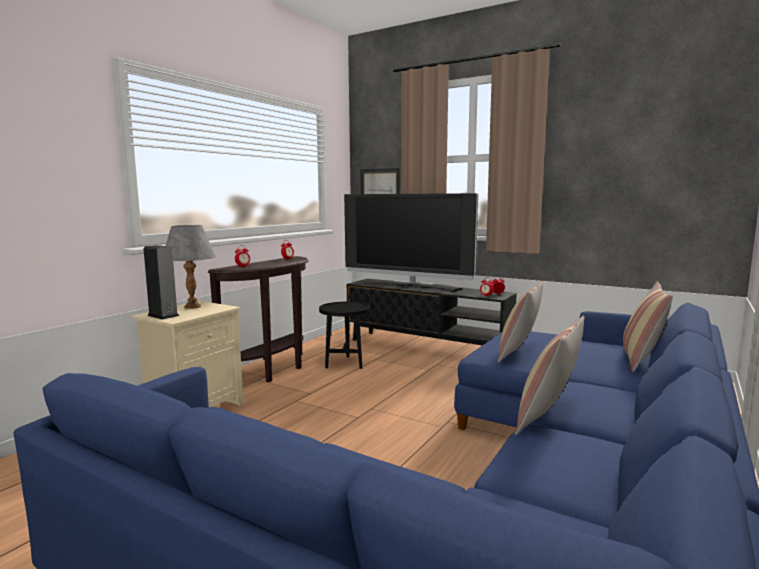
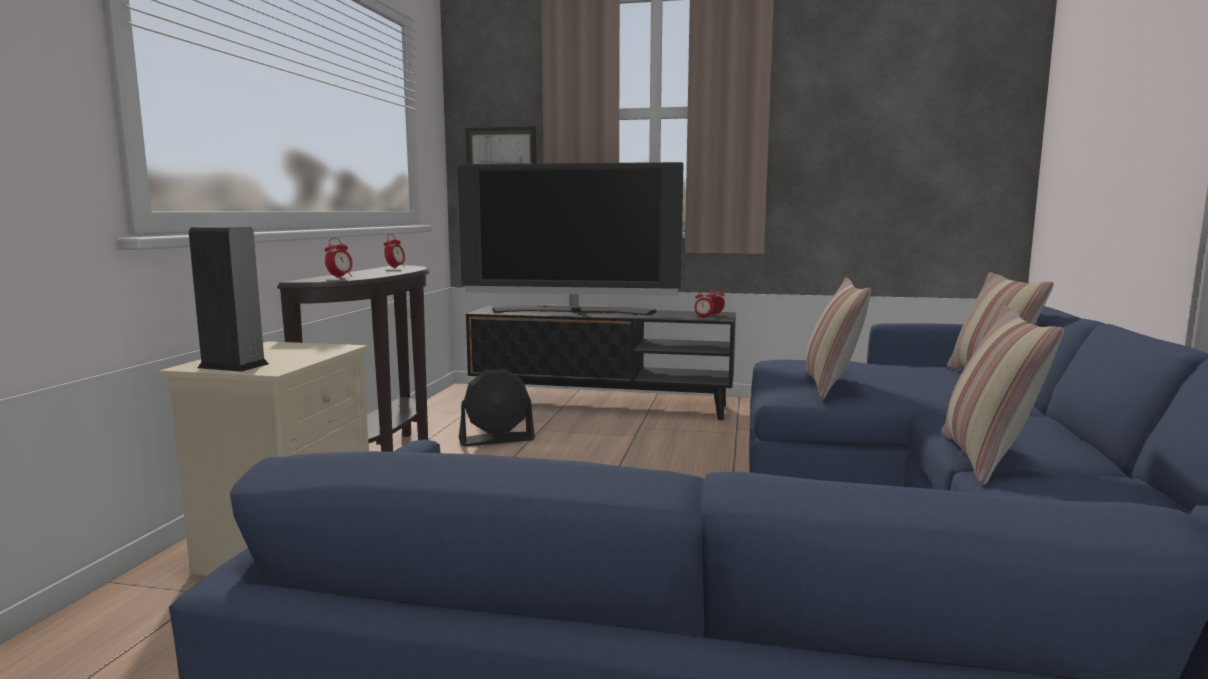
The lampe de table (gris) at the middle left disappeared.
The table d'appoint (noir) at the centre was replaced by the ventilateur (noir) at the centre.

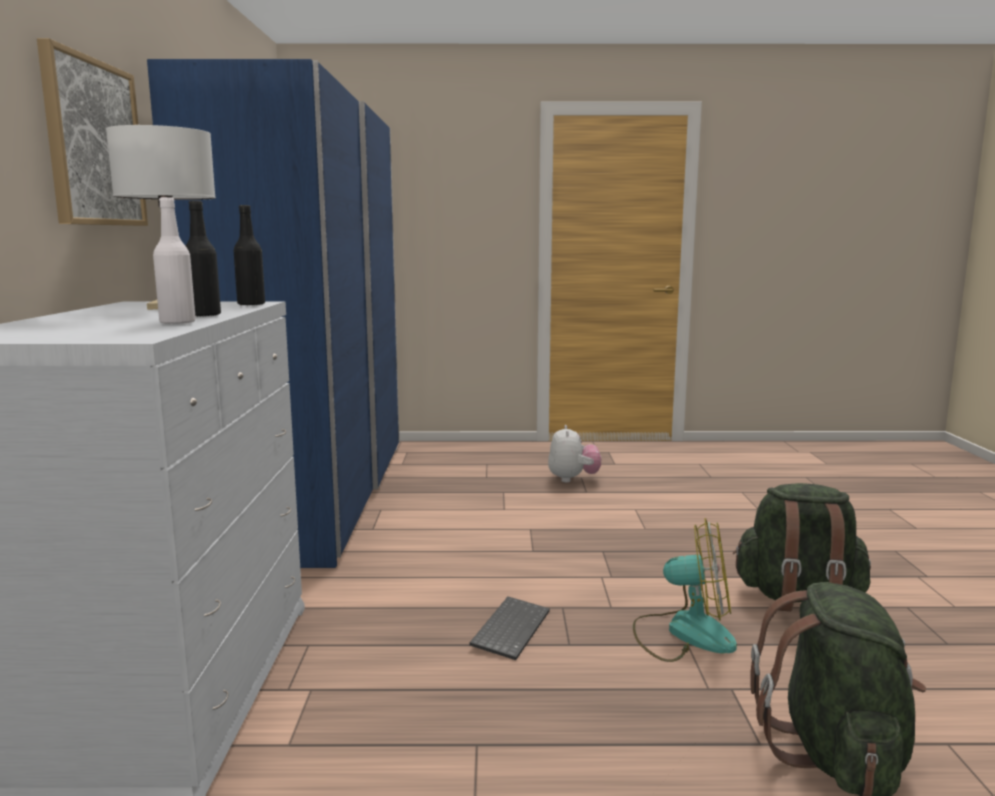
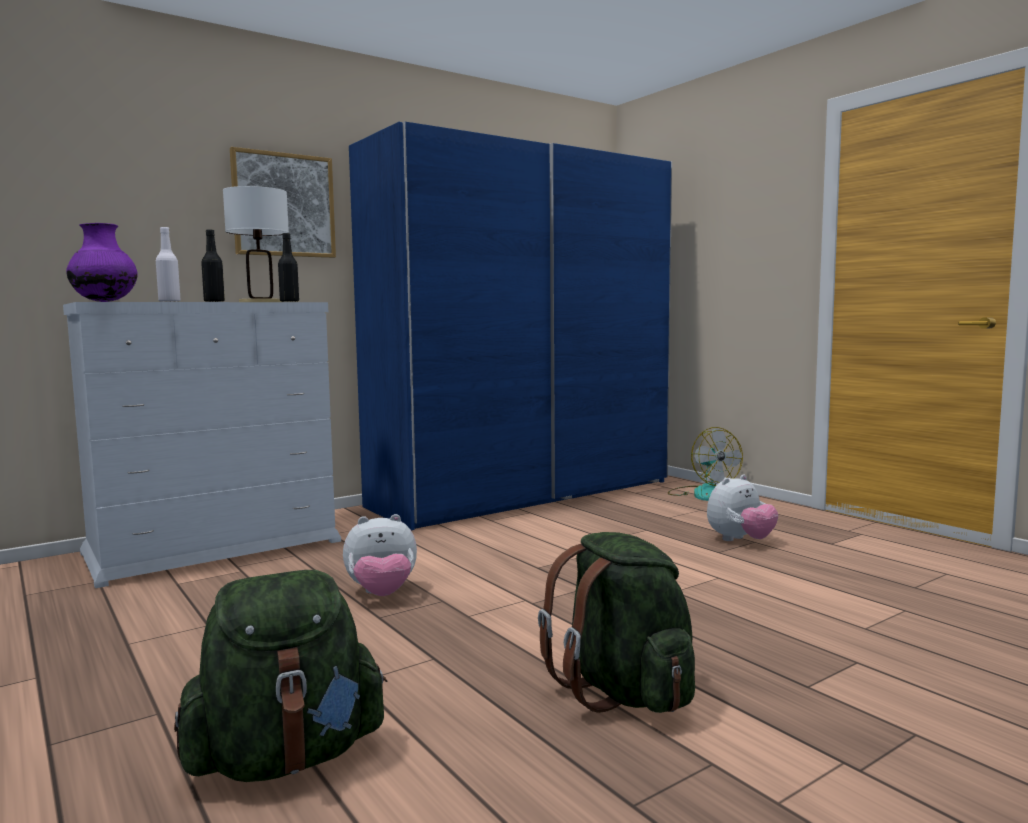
The ventilateur moved from the bottom right to the middle right.
The clavier at the bottom centre was replaced by the peluche (no. 1 from left) at the bottom centre.
The vase (violet) at the top left appeared.

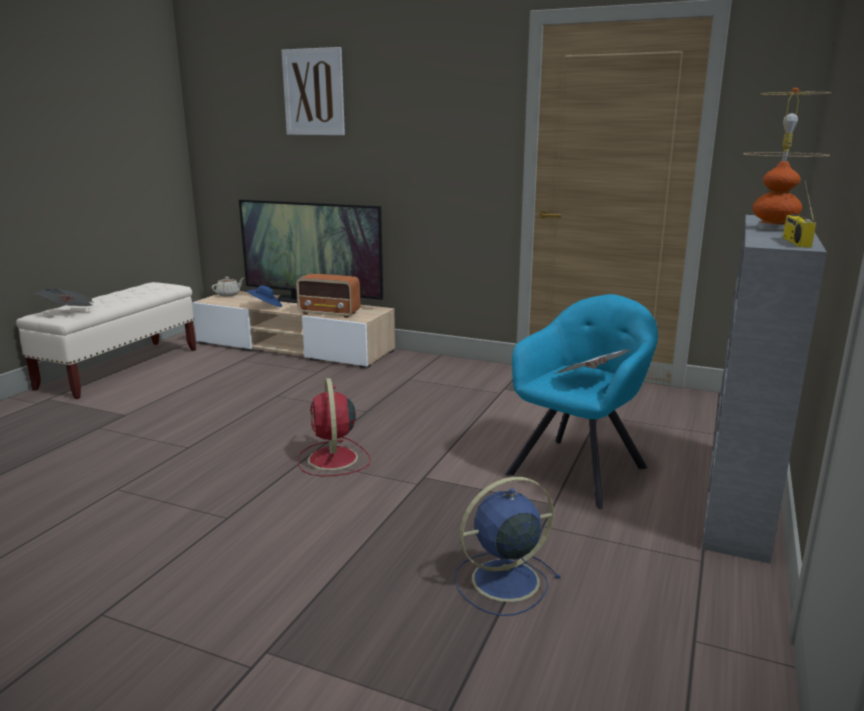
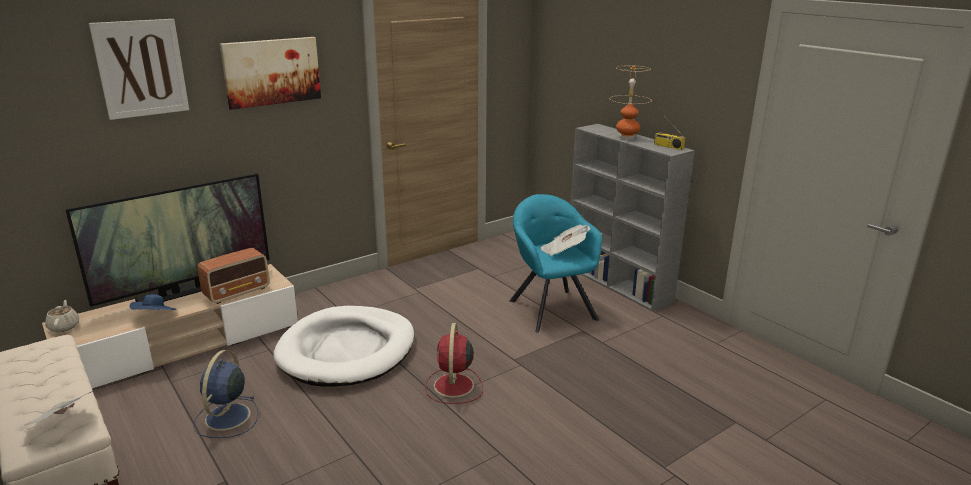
The ventilateur (rouge) at the centre turned 75 degrees clockwise.
The ventilateur (bleu) moved from the bottom centre to the bottom left.
The tableau (no. 2 from left) at the top left appeared.
The panier pour chien (blanc) at the bottom centre appeared.

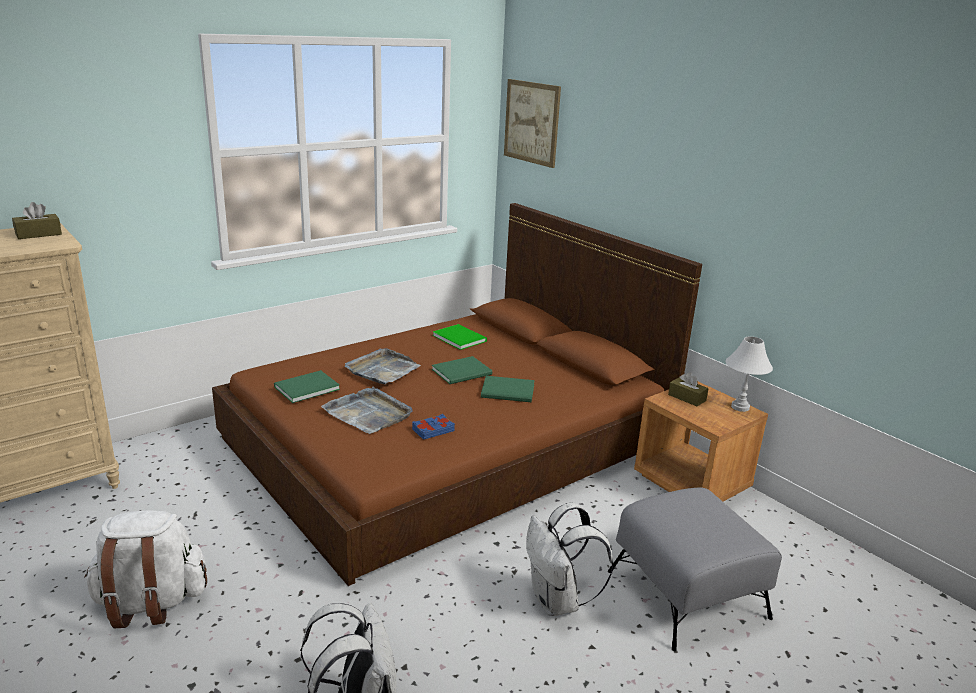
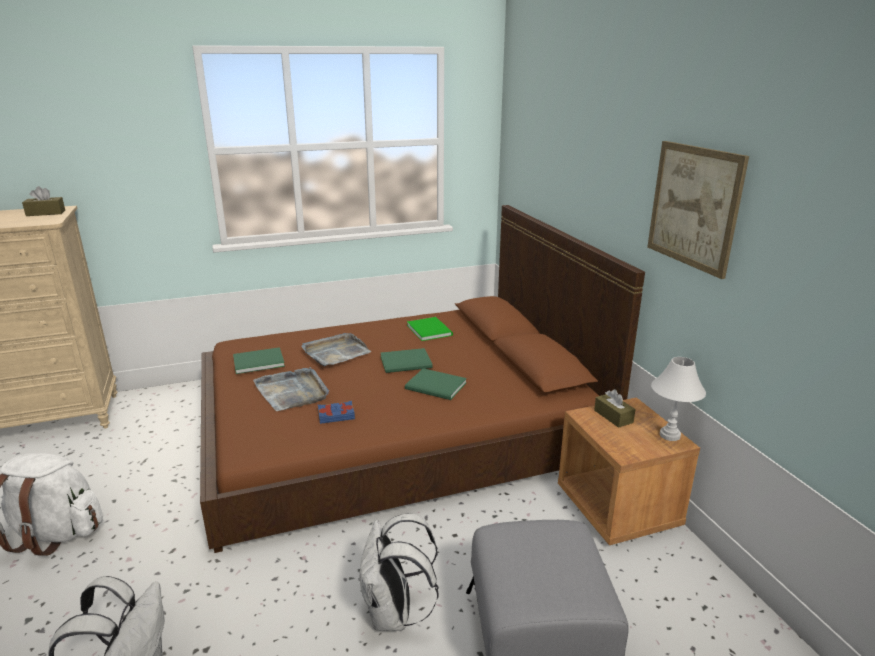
The tableau moved from the top centre to the top right.

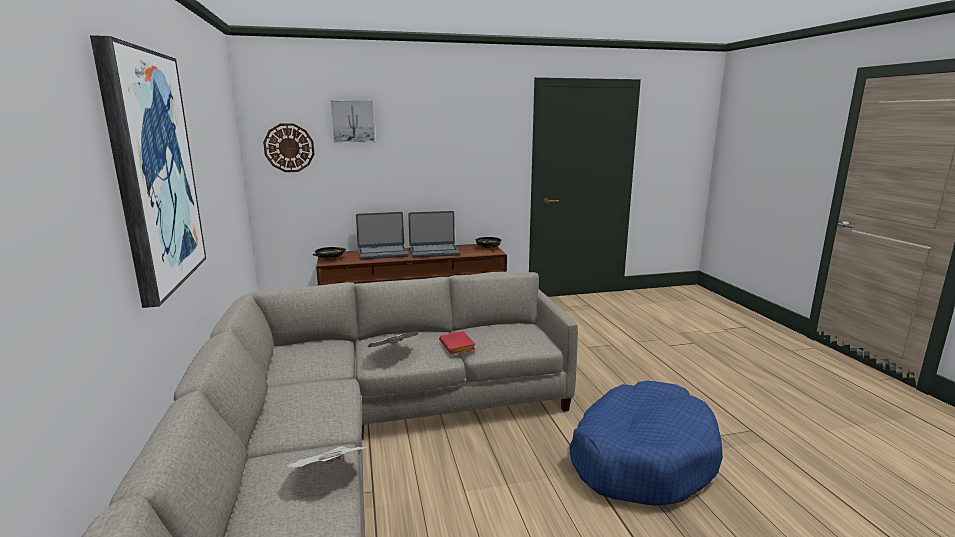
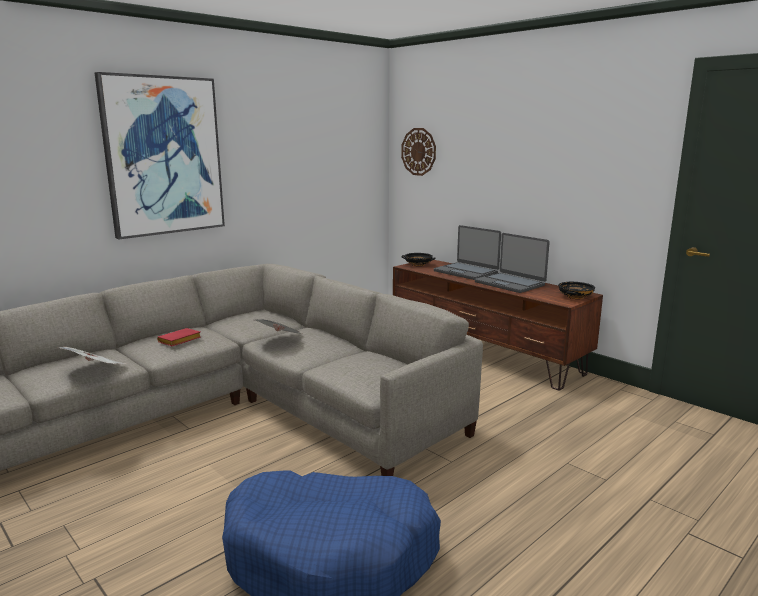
The tableau (no. 2 from left) at the top centre disappeared.
The livre (rouge) moved from the centre to the middle left.

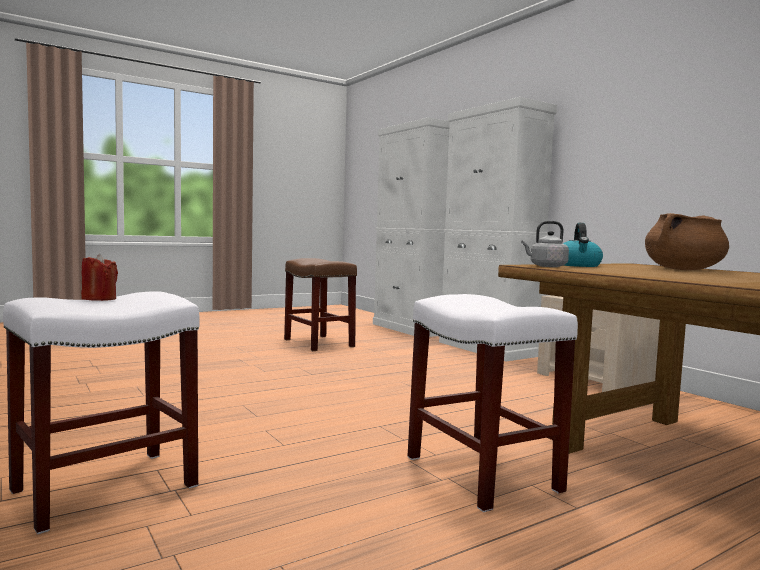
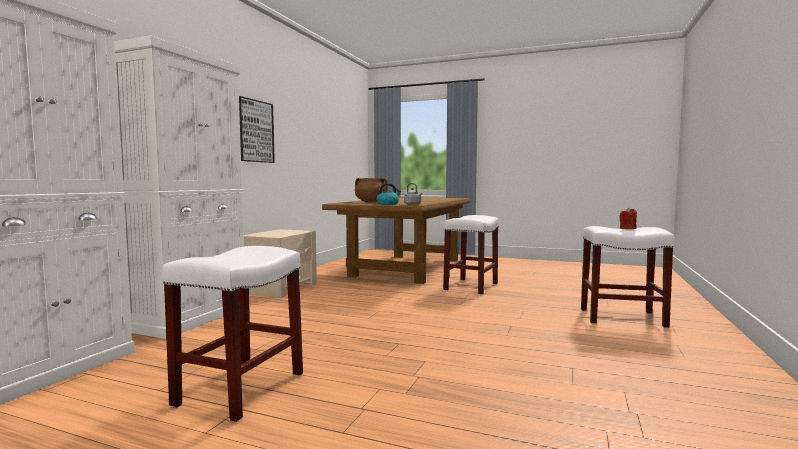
The tabouret (marron) at the centre became the tabouret (blanc) (no. 1 from left) at the bottom left.
The tableau at the top left appeared.

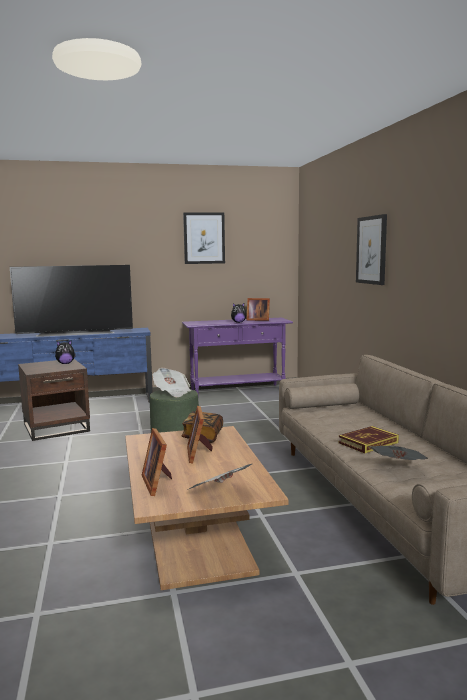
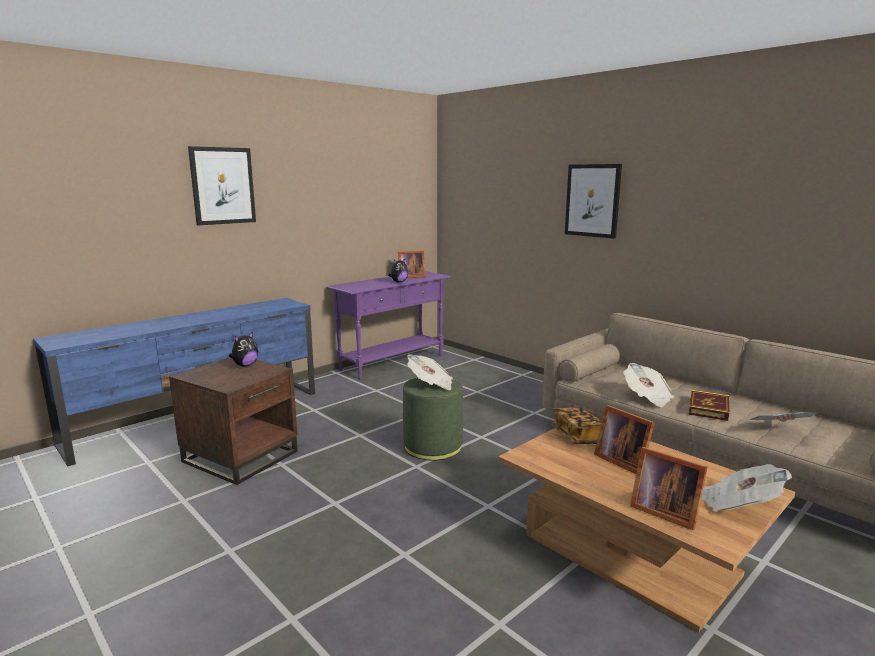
The tableau (no. 1 from left) moved from the centre to the top left.
The téléviseur at the middle left disappeared.
The journal (no. 2 from left) at the middle right appeared.

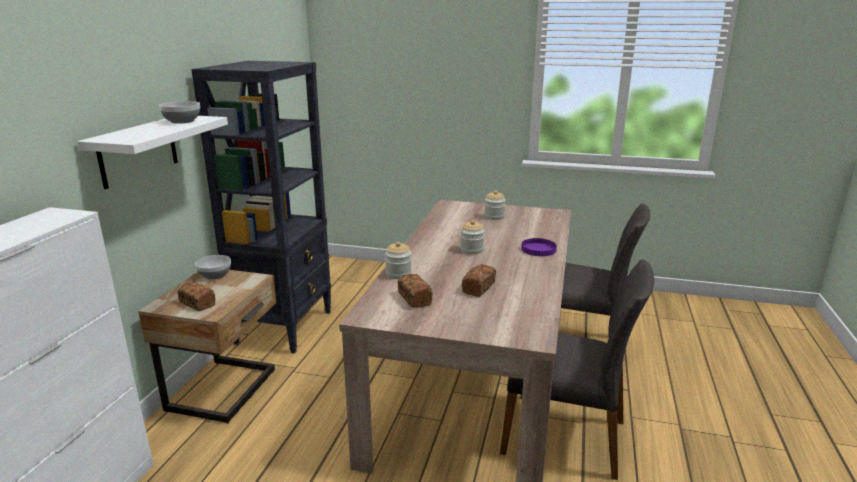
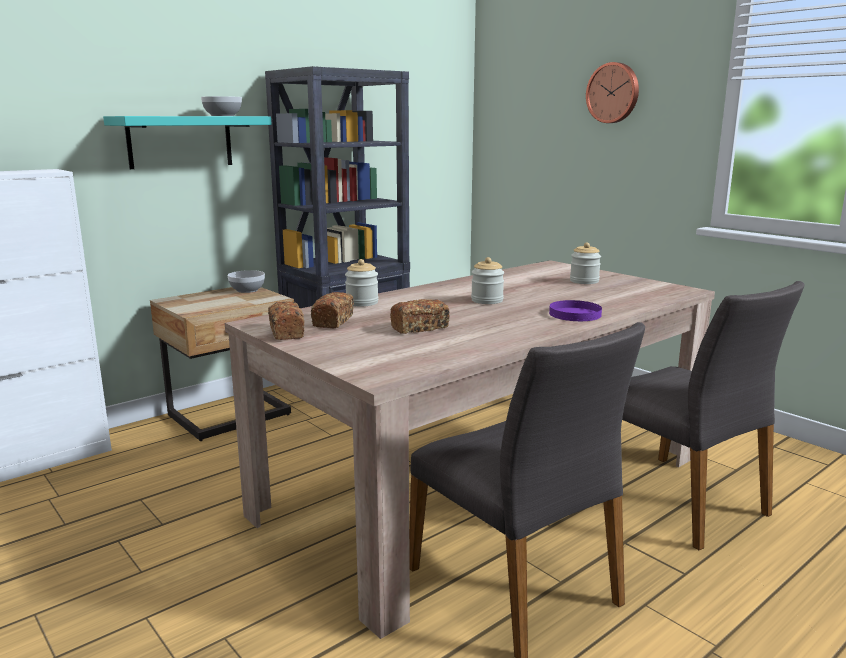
The étagère (blanc) at the top left became the étagère (turquoise) at the top left.
The pain (no. 1 from left) moved from the middle left to the centre.
The horloge murale at the top right appeared.

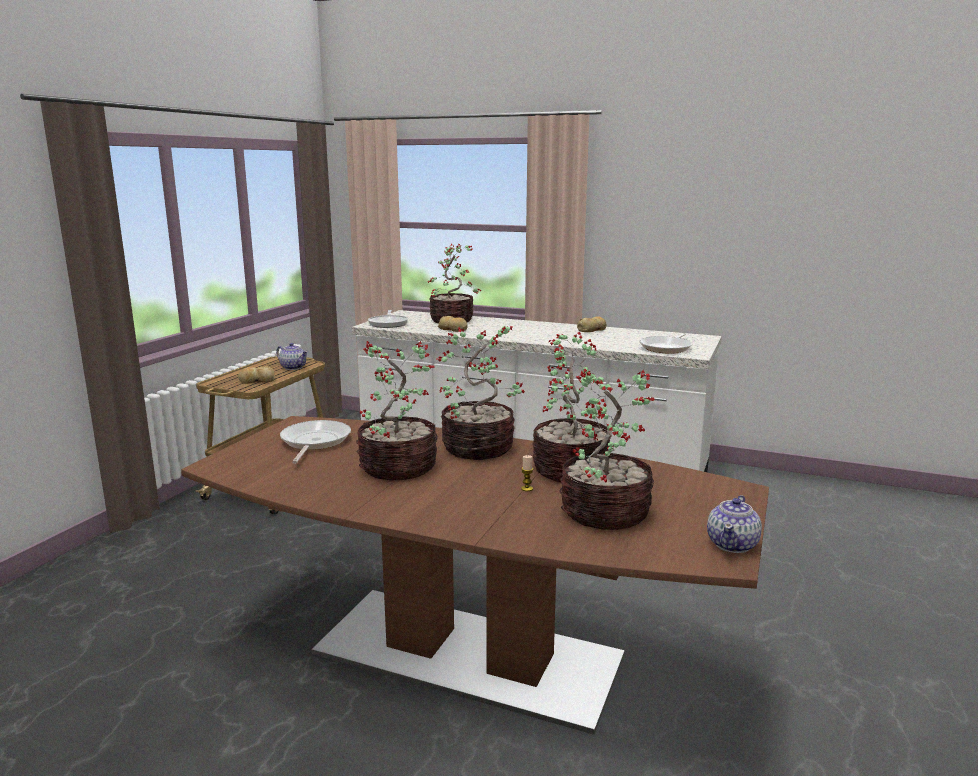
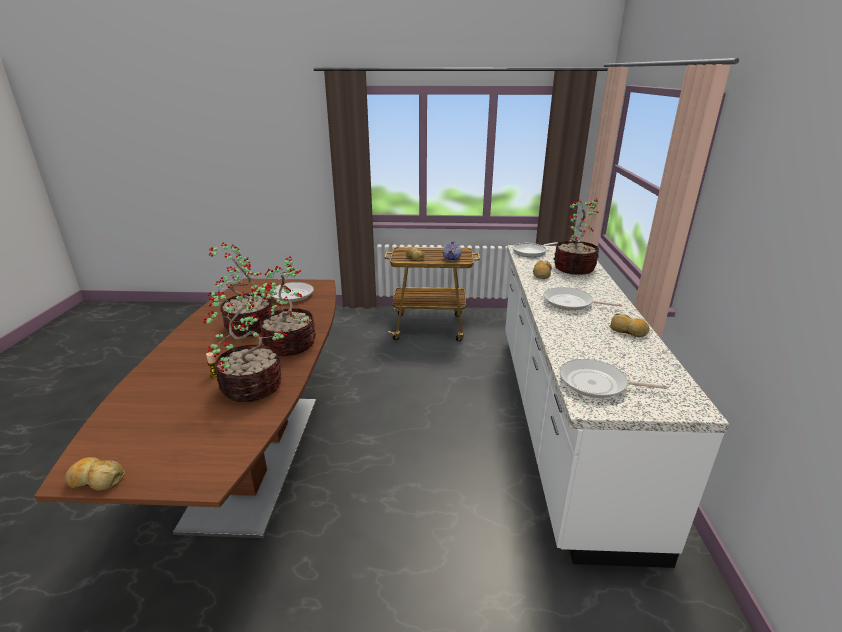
The plante en pot (no. 5 from left) at the centre disappeared.
The théière (no. 2 from left) at the bottom right was replaced by the pain (no. 1 from left) at the bottom left.
The poêle (no. 3 from left) at the middle right appeared.

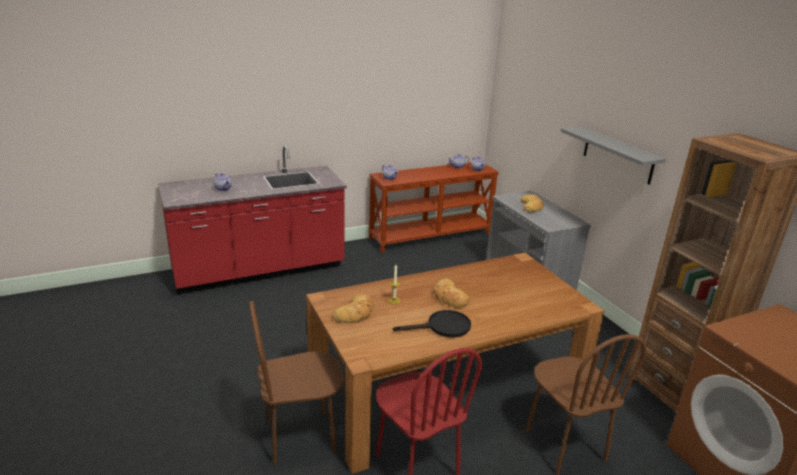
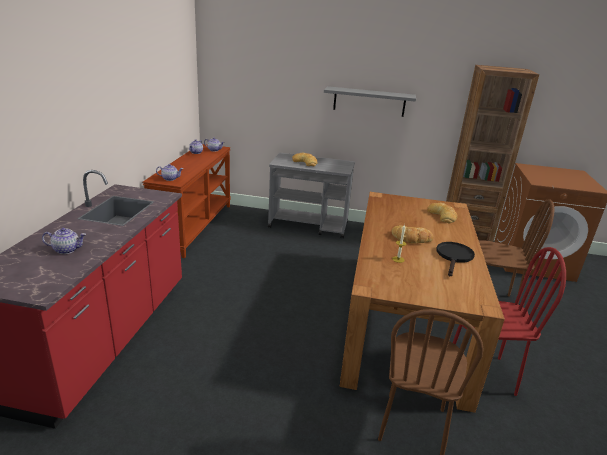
The pain (no. 1 from left in the first image) moved from the centre to the middle right.

